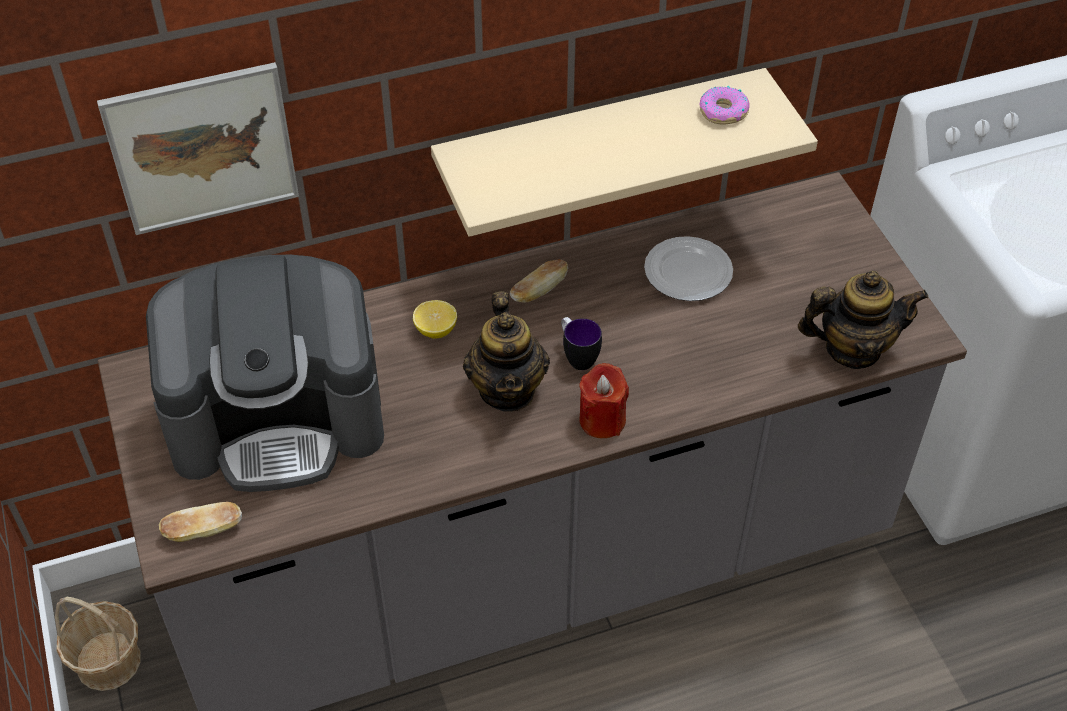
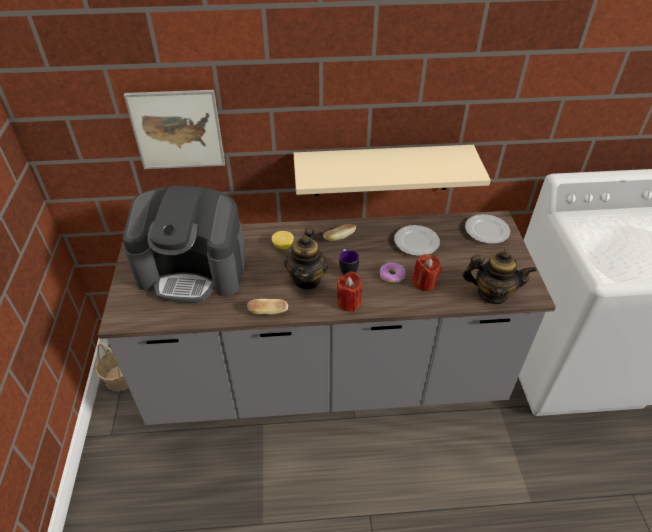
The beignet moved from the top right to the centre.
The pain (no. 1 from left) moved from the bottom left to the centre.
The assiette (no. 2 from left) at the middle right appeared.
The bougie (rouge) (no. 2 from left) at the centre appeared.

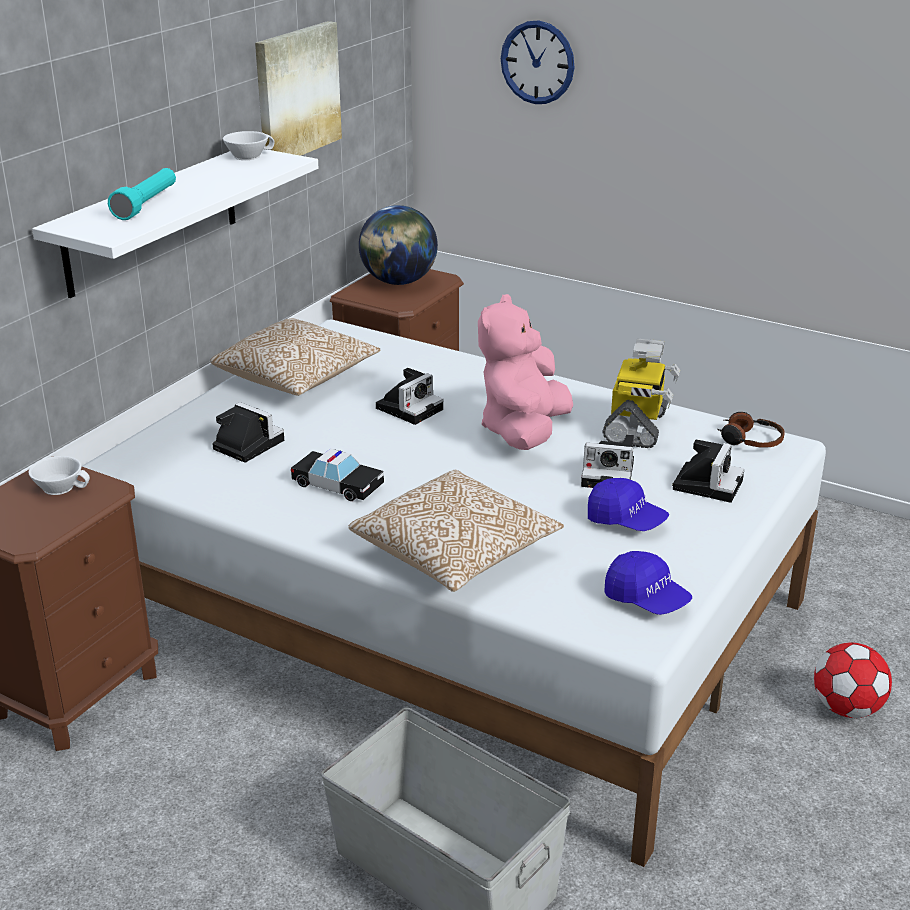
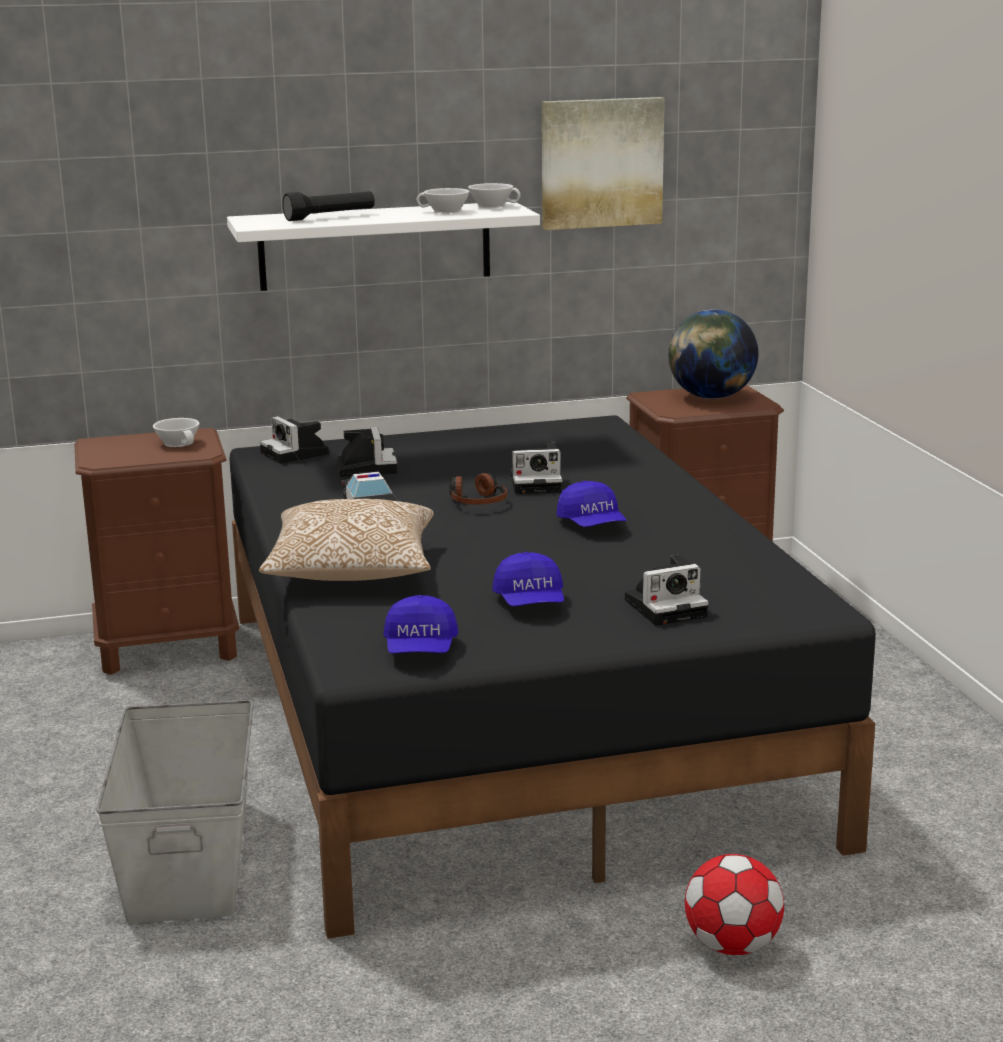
The horloge murale at the top centre disappeared.
The lampe de poche (turquoise) at the top left became the lampe de poche (noir) at the top left.
The peluche (rose) at the centre was replaced by the casquette (bleu) (no. 3 from left) at the centre.
The coussin (no. 1 from left) at the middle left disappeared.
The lit (blanc) at the centre became the lit (noir) at the centre.
The robot jouet at the middle right disappeared.
The casque audio moved from the middle right to the centre.
The appareil photo (no. 3 from left in the first image) moved from the middle right to the middle left.
The tasse (blanc) (no. 2 from left) at the top centre appeared.

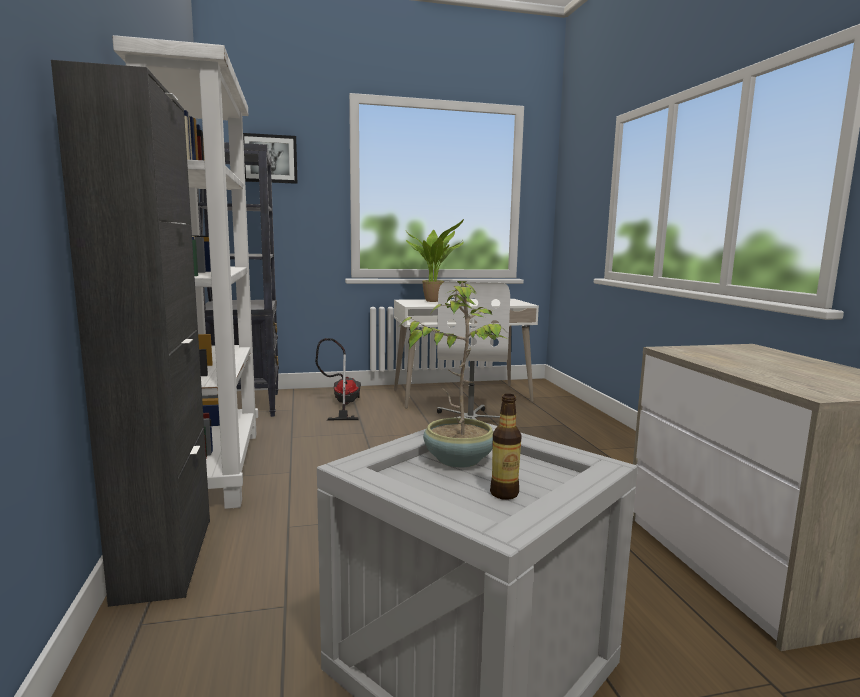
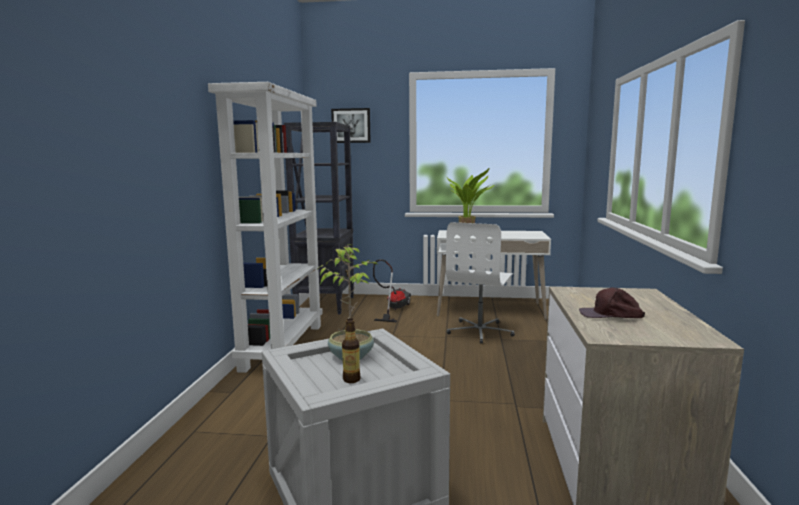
The meuble de rangement (noir) at the middle left disappeared.
The casquette (marron) at the middle right appeared.

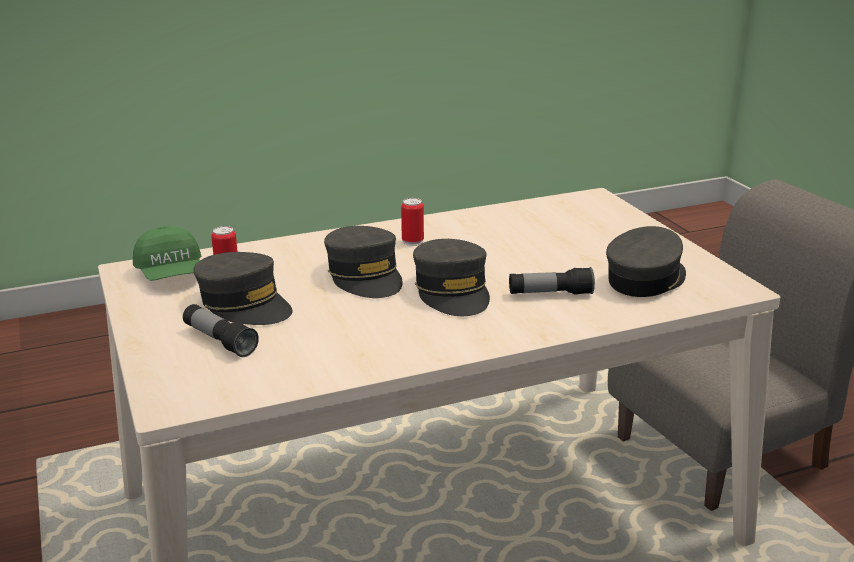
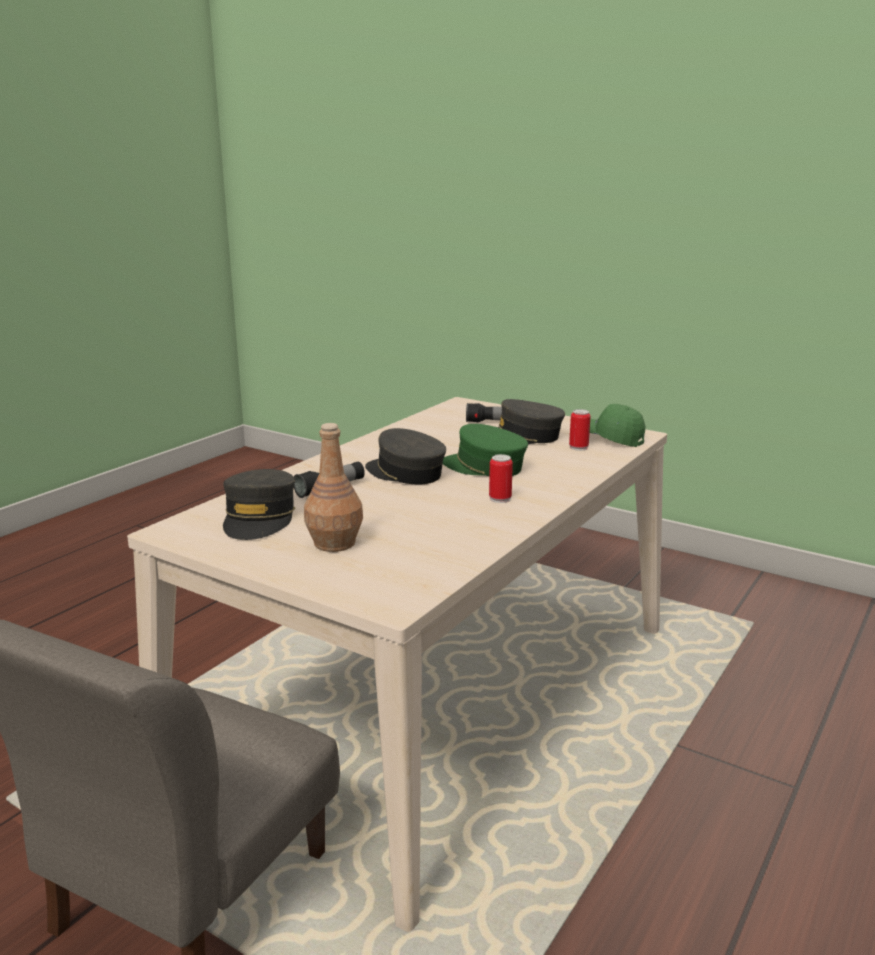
The casquette (gris) (no. 2 from left) at the centre became the casquette (vert) (no. 1 from left) at the centre.
The bouteille (marron) at the centre appeared.

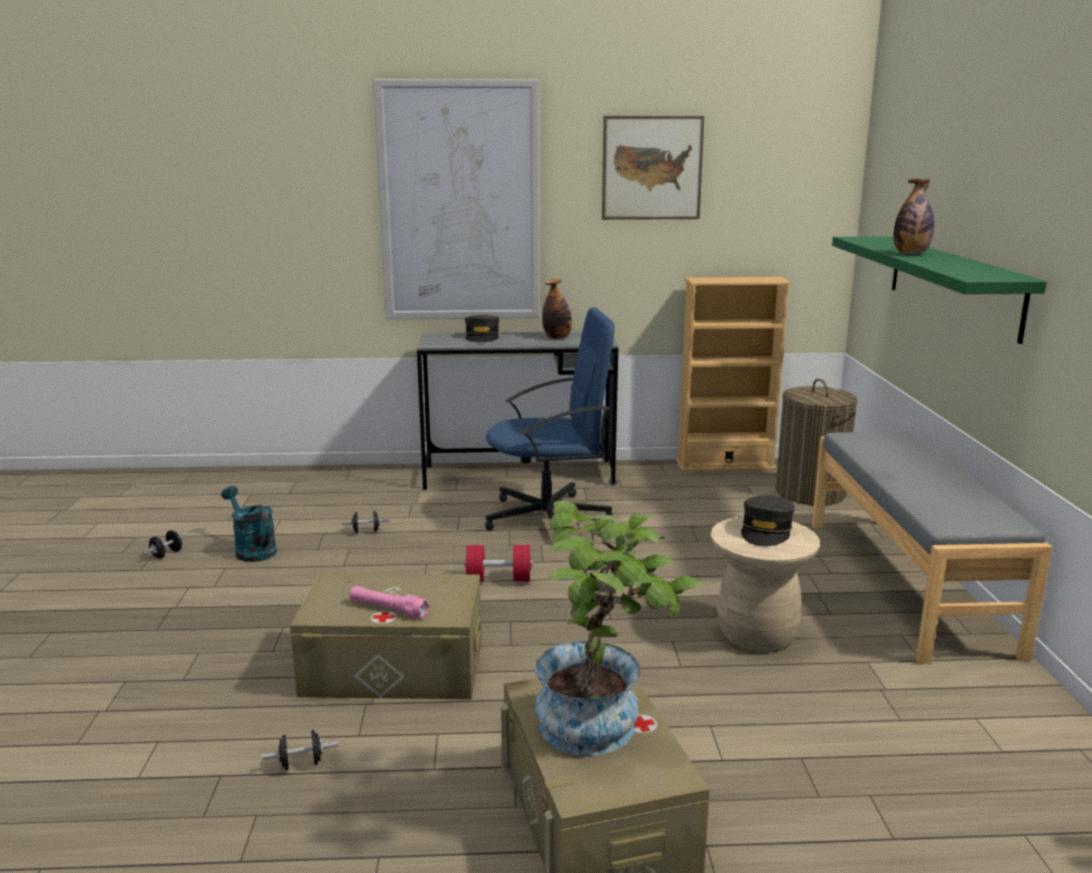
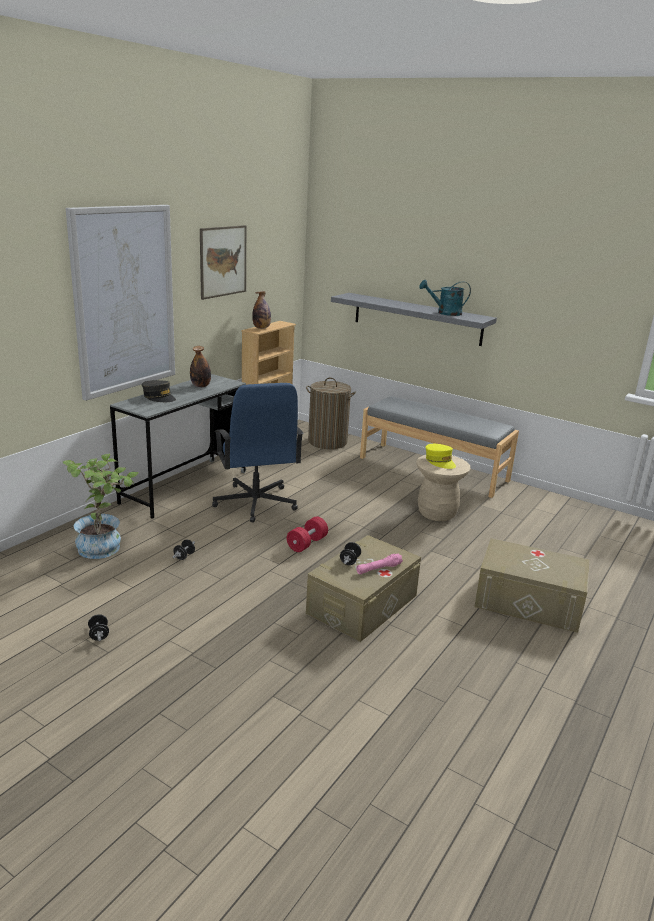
The bouteille (no. 2 from left) moved from the top right to the centre.
The étagère (vert) at the top right became the étagère (gris) at the centre.
The chaise de bureau (bleu) at the centre turned 135 degrees clockwise.
The arrosoir (turquoise) moved from the middle left to the top right.
The casquette (gris) (no. 2 from left) at the middle right became the casquette (jaune) at the middle right.
The plante en pot moved from the bottom centre to the middle left.
The haltère (noir) (no. 2 from left in the first image) moved from the bottom left to the centre.

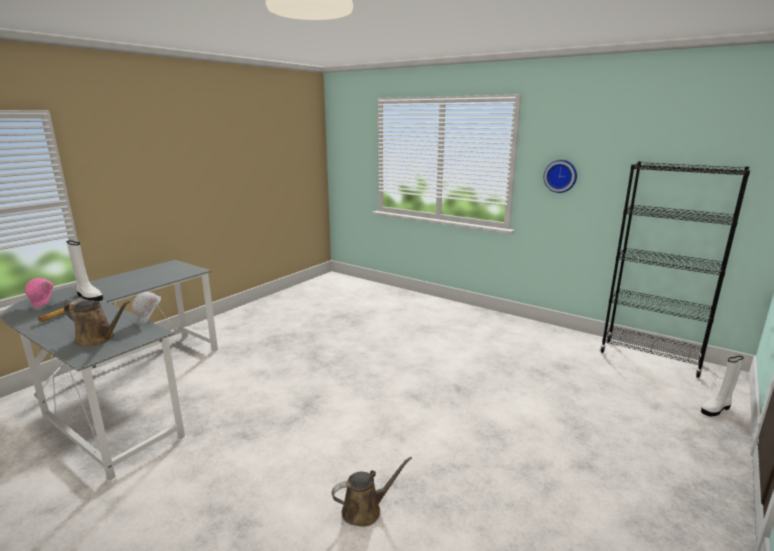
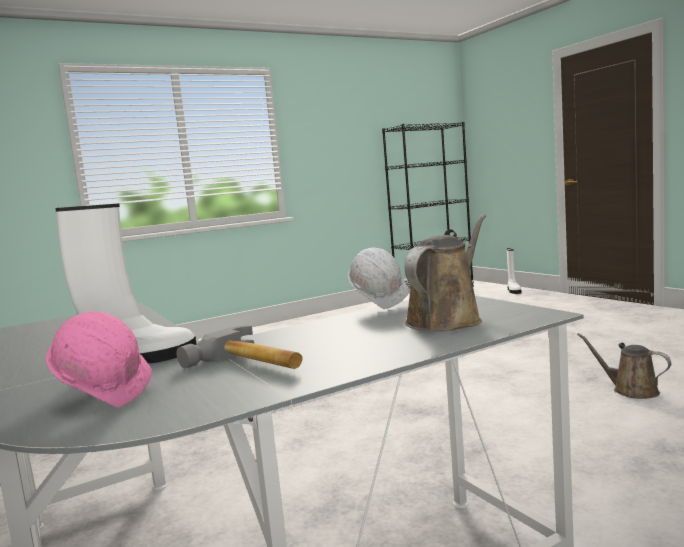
The horloge murale at the top right disappeared.
The arrosoir (marron) (no. 2 from left) at the bottom centre turned 45 degrees counterclockwise.

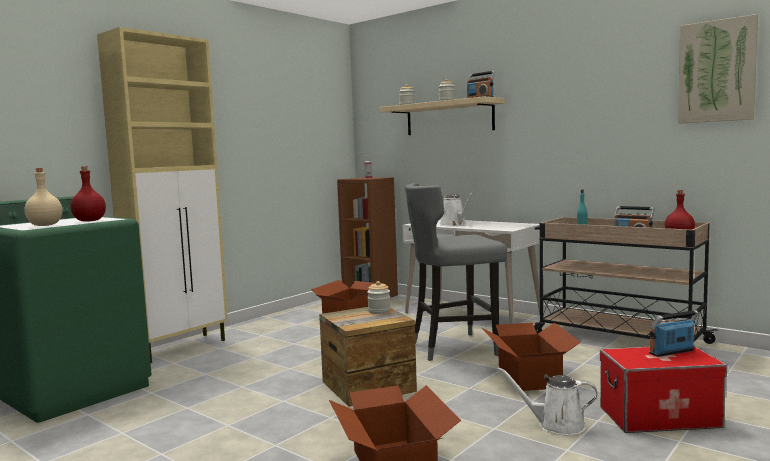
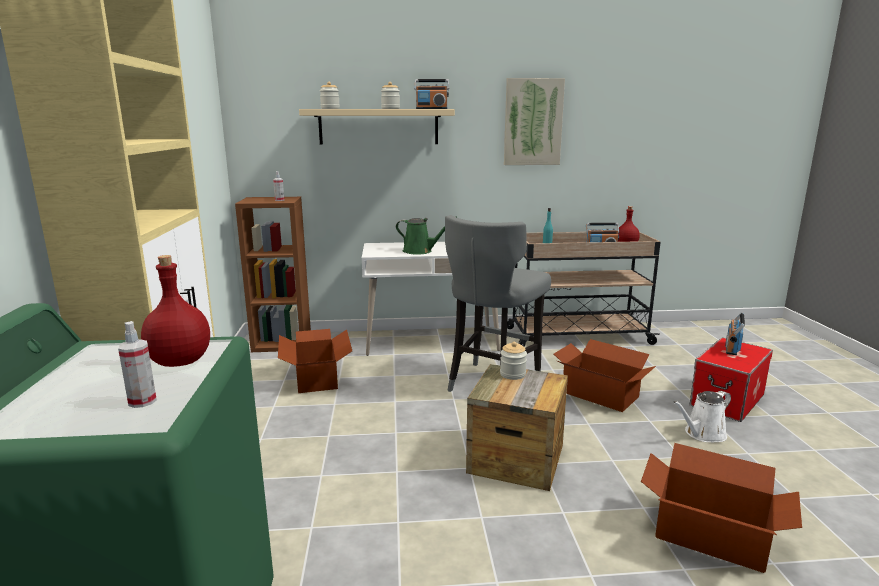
The tableau moved from the top right to the top centre.
The bouteille (beige) at the middle left was replaced by the vaporisateur (no. 1 from left) at the middle left.
The arrosoir (blanc) (no. 1 from left) at the centre became the arrosoir (vert) at the centre.

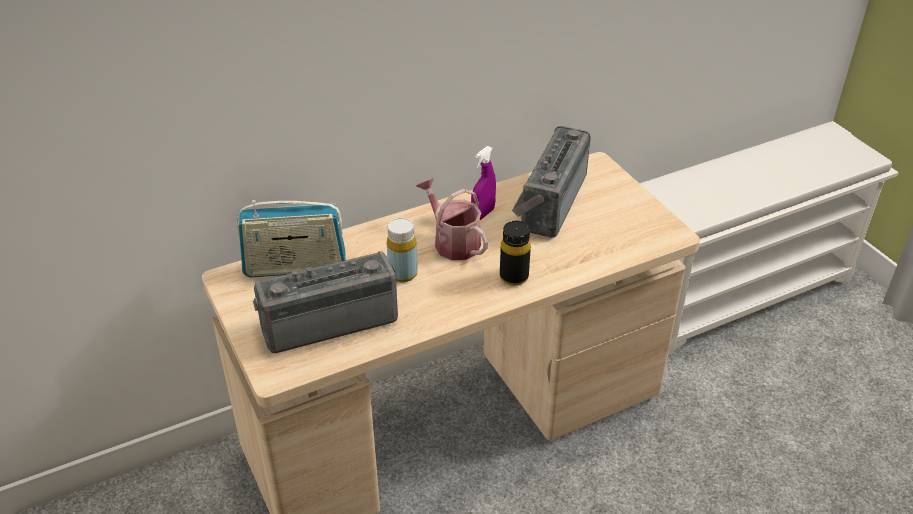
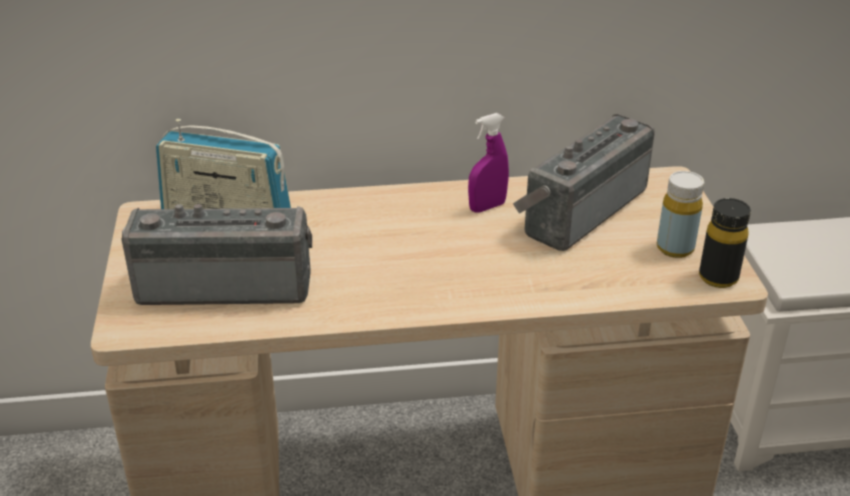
The arrosoir at the centre disappeared.
The bouteille (jaune) moved from the centre to the middle right.
The bouteille (noir) moved from the centre to the middle right.

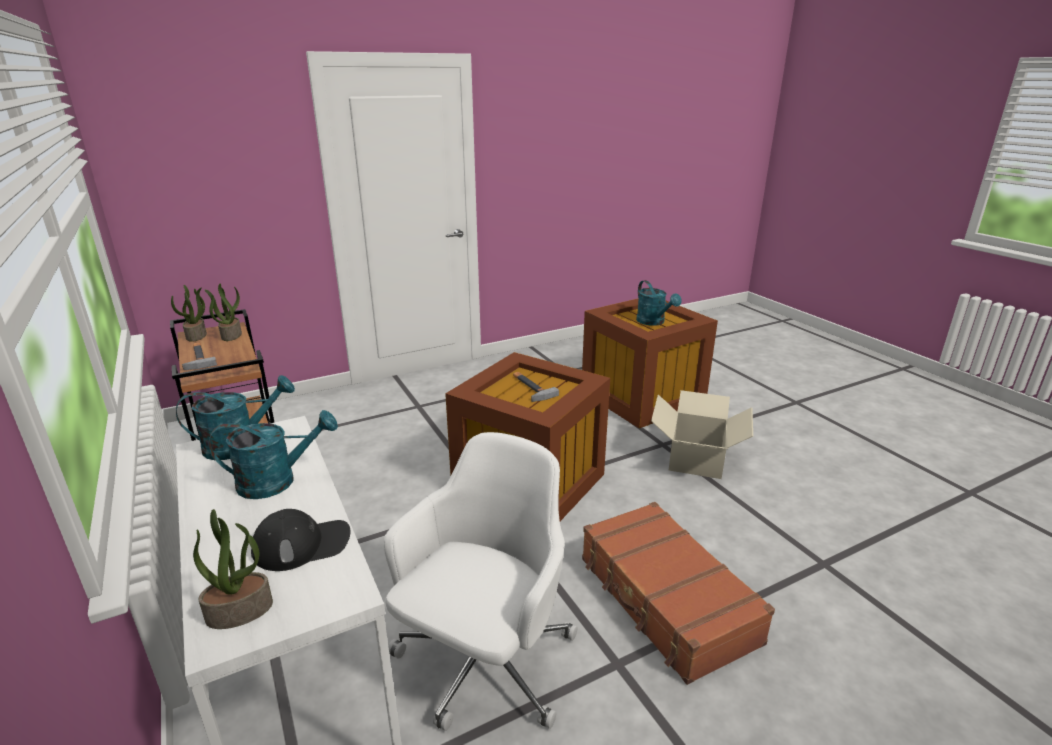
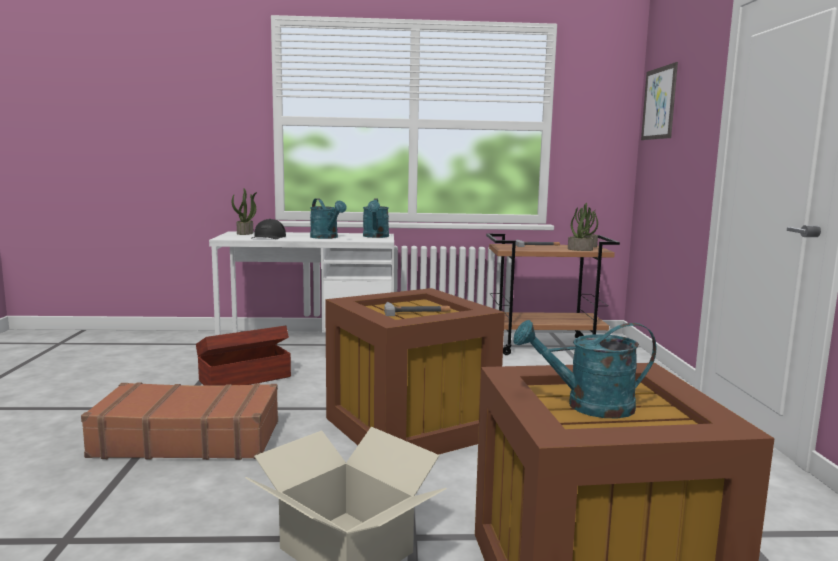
The arrosoir (turquoise) (no. 2 from left in the first image) at the middle left turned 45 degrees counterclockwise.
The chaise de bureau (blanc) at the bottom centre was replaced by the boîte de rangement (marron) (no. 1 from left) at the middle left.
The tableau at the top right appeared.

